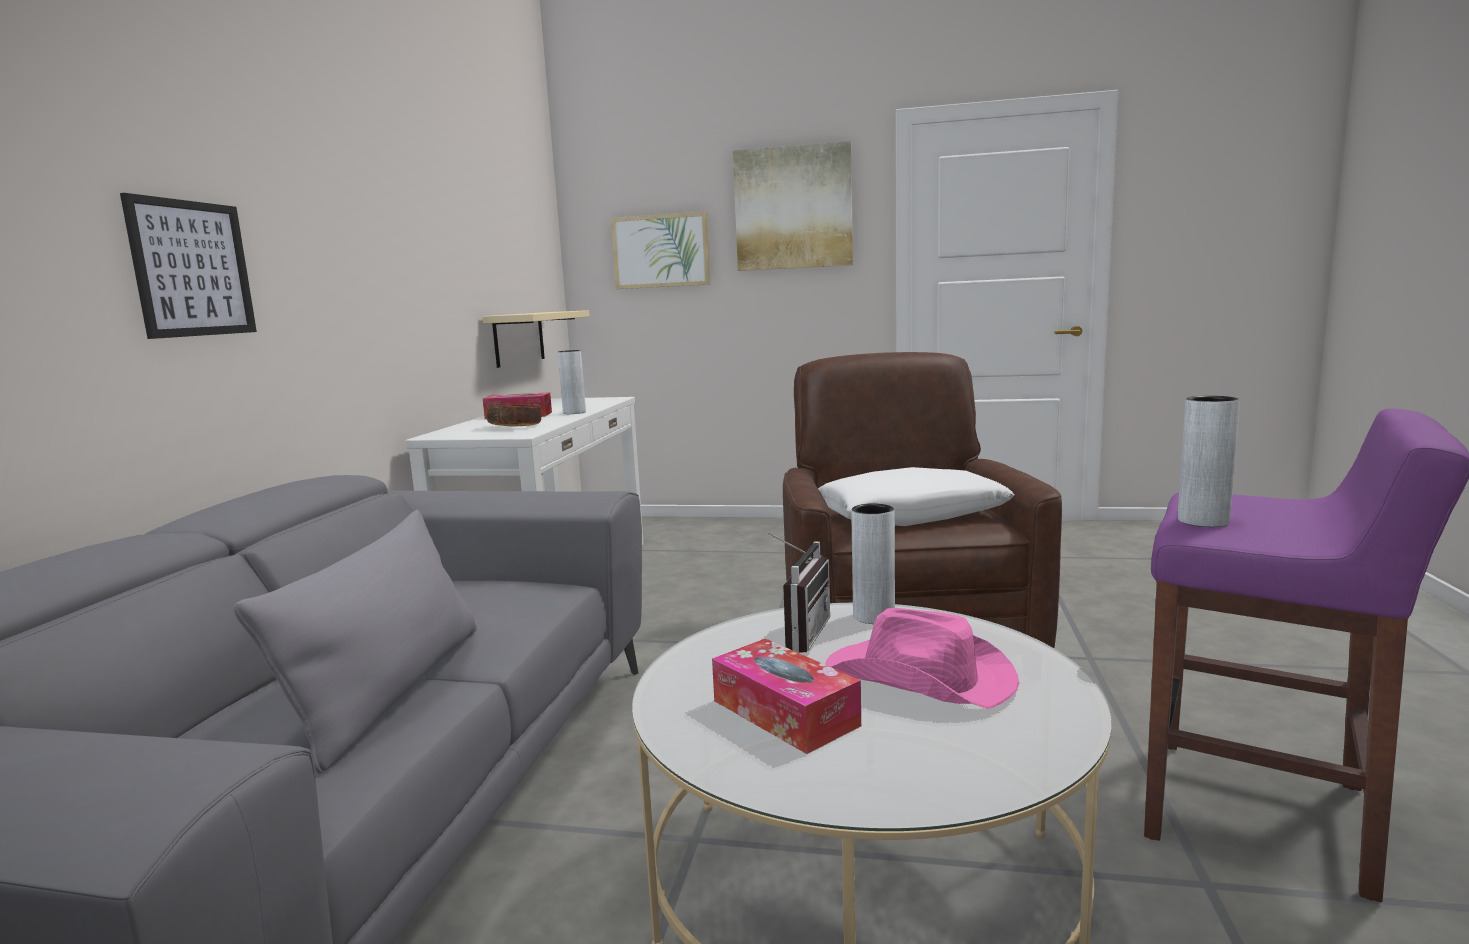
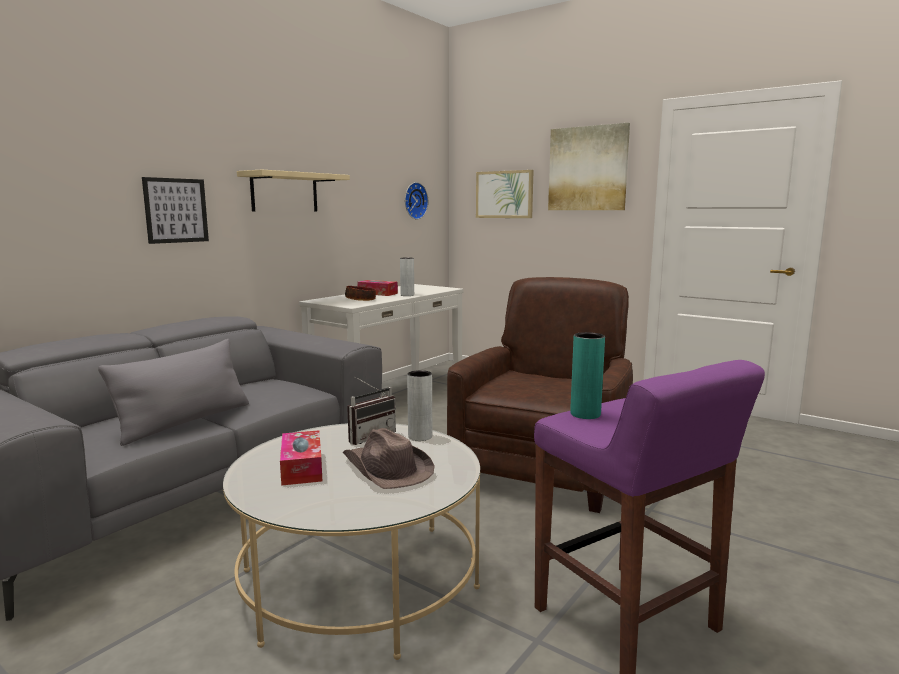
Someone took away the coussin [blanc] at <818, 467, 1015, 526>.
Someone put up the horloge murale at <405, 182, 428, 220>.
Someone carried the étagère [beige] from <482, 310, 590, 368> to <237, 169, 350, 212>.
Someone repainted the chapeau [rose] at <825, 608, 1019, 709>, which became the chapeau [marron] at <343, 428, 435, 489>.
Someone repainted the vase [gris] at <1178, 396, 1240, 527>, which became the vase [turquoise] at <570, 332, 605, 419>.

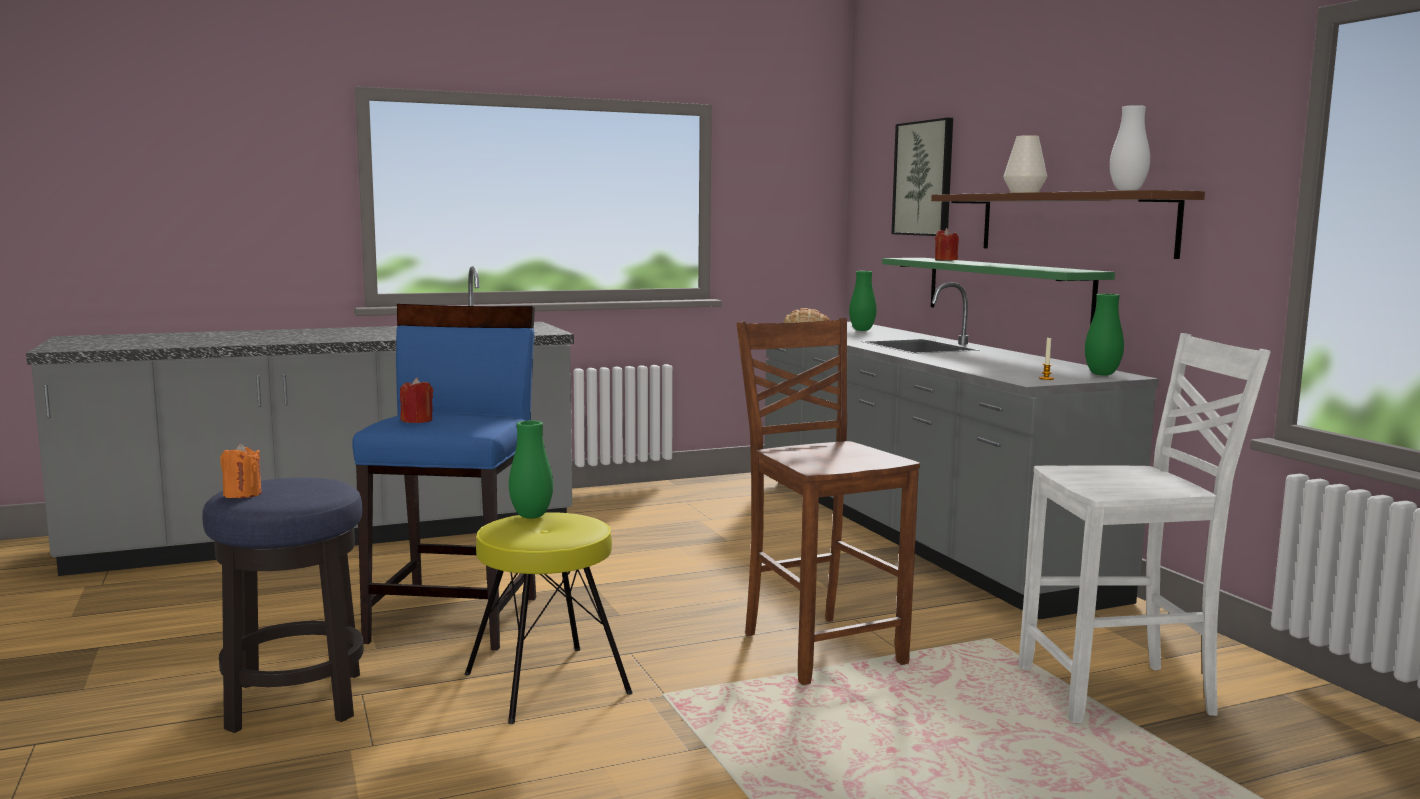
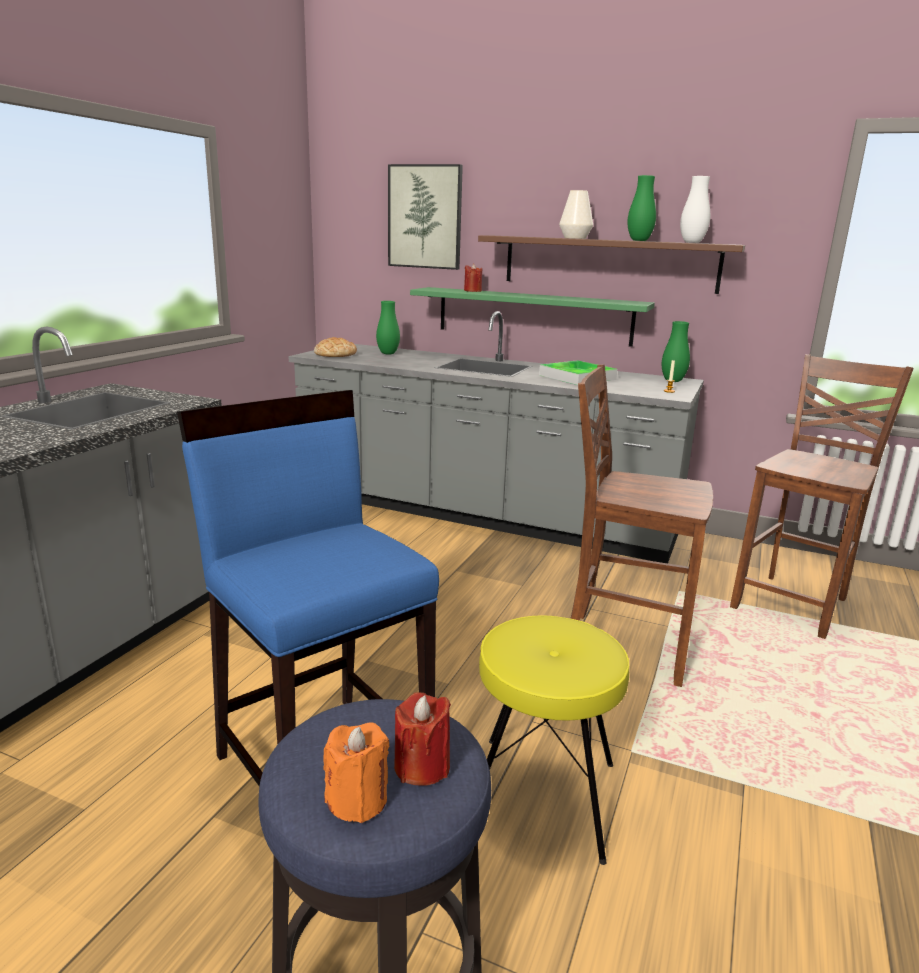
Someone put down the plateau at <539, 360, 617, 385>.
Someone carried the bougie [rouge] from <400, 377, 433, 423> to <394, 692, 451, 786>.
Someone carried the vase [vert] from <509, 421, 553, 519> to <627, 175, 656, 241>.
Someone repainted the chaise [blanc] at <1019, 333, 1270, 723>, which became the chaise [marron] at <730, 354, 914, 639>.

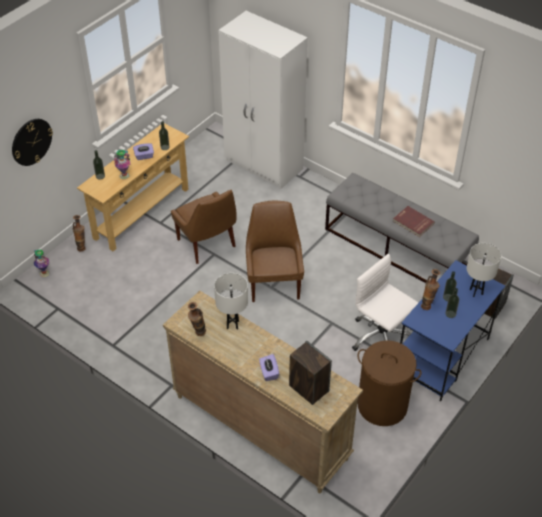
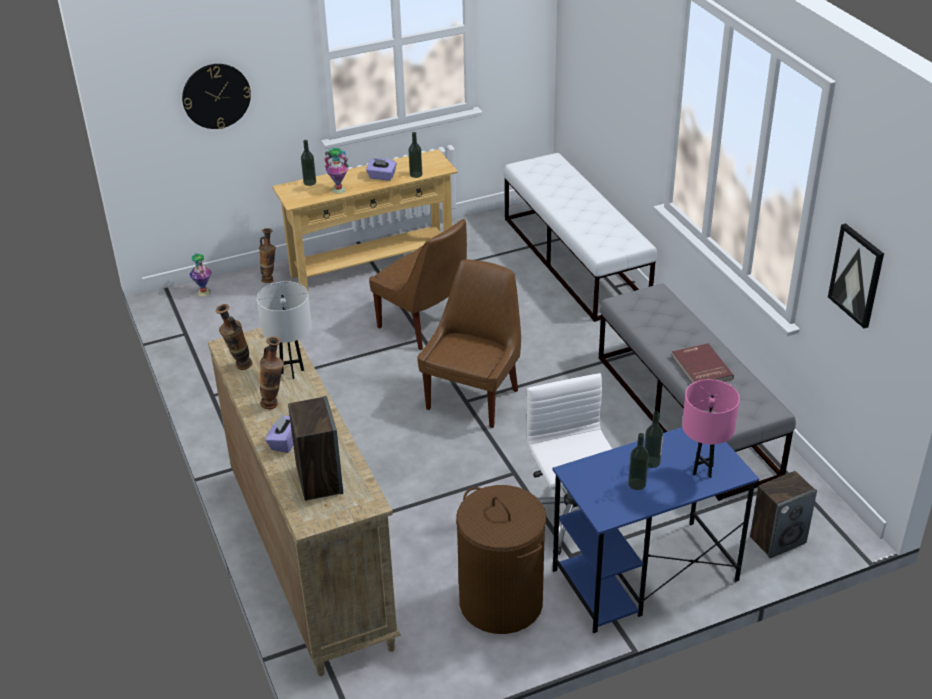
Someone put up the tableau at <828, 223, 884, 328>.
Someone carried the vase from <421, 269, 440, 310> to <260, 337, 284, 409>.
Someone swapped the armoire [blanc] at <218, 11, 308, 189> for the banc [blanc] at <504, 153, 657, 322>.
Someone repainted the lampe de table [blanc] at <467, 243, 501, 297>, which became the lampe de table [rose] at <682, 379, 740, 478>.
Someone rotated the chaise [marron] at <171, 190, 237, 264> by 45 degrees counterclockwise.

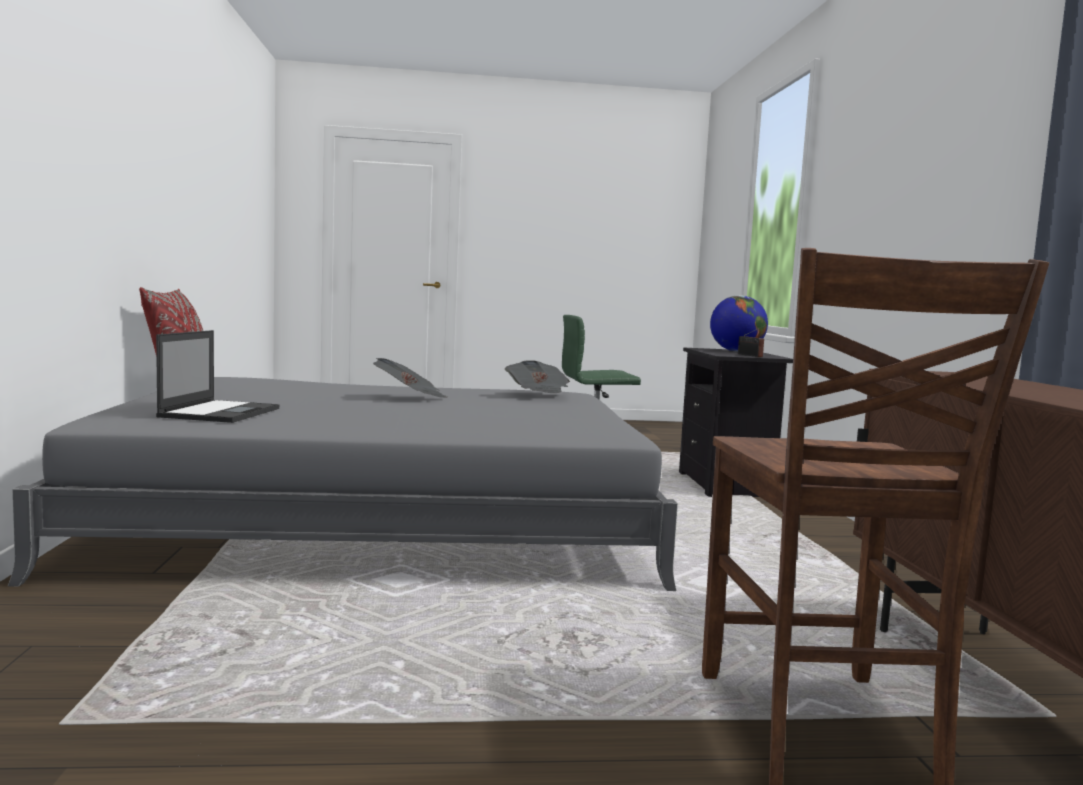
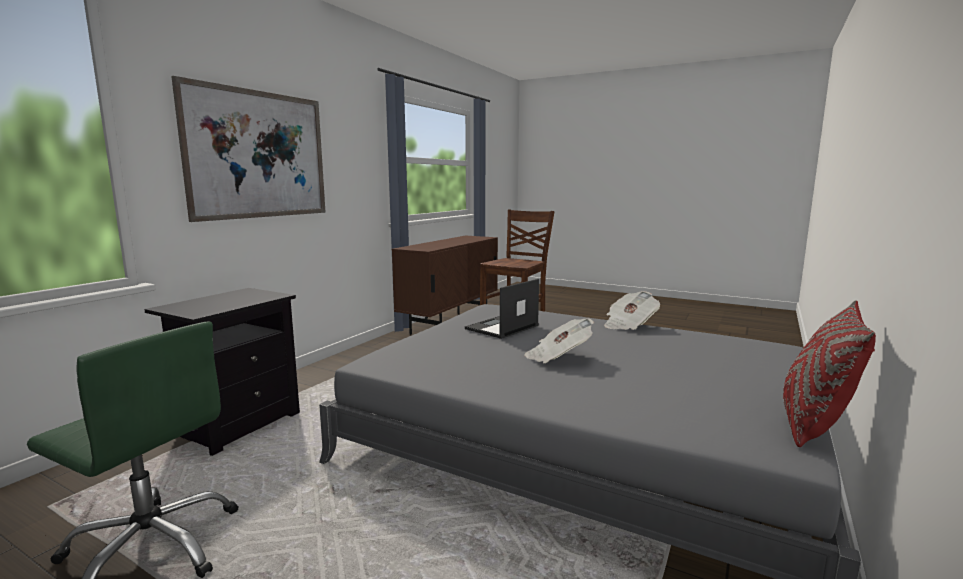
Someone took away the globe at <710, 295, 768, 352>.
Someone took away the radio at <738, 325, 766, 357>.
Someone put up the tableau at <171, 76, 326, 222>.
Someone carried the ordinateur portable from <156, 330, 279, 423> to <465, 279, 539, 339>.
Someone carried the journal from <505, 360, 570, 393> to <604, 291, 660, 330>.

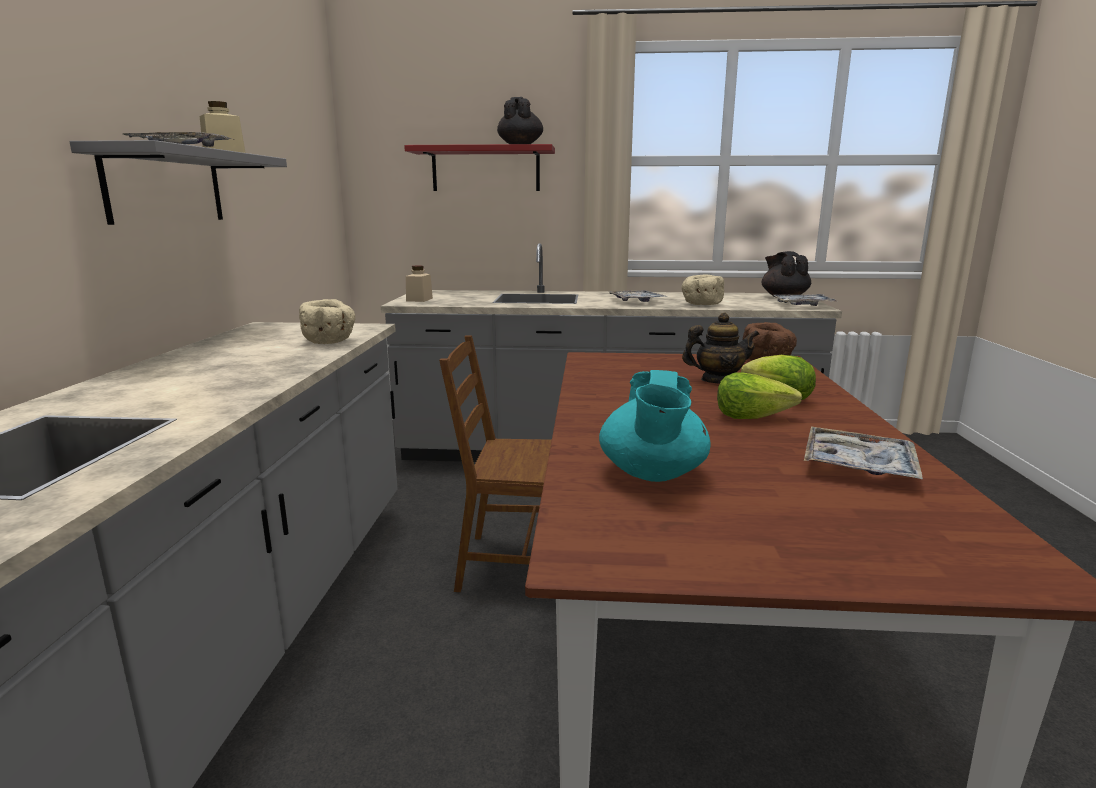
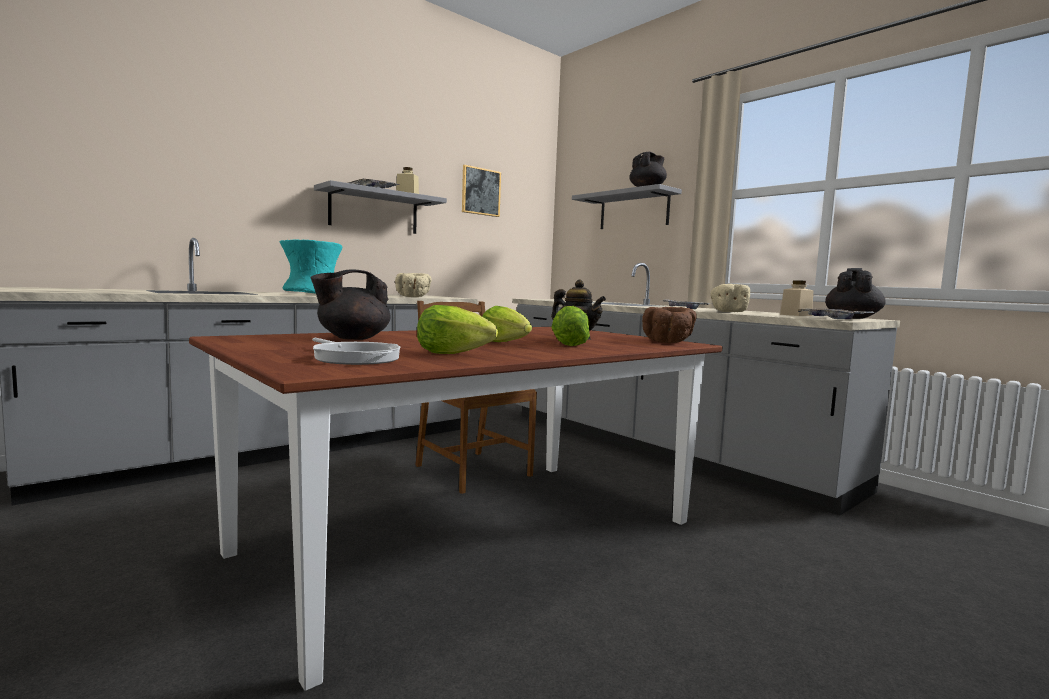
Someone put down the vase [turquoise] at <280, 239, 342, 293>.
Someone put down the poêle at <312, 338, 401, 365>.
Someone put up the tableau at <462, 165, 501, 217>.
Someone carried the bocal [beige] from <406, 265, 433, 302> to <780, 280, 813, 316>.
Someone swapped the plateau at <804, 426, 923, 479> for the laitue at <417, 305, 498, 354>.
Someone repainted the étagère [rouge] at <404, 144, 555, 191>, which became the étagère [gris] at <572, 184, 682, 229>.
Someone repainted the théière [turquoise] at <599, 370, 711, 482>, which became the théière [noir] at <311, 270, 391, 340>.

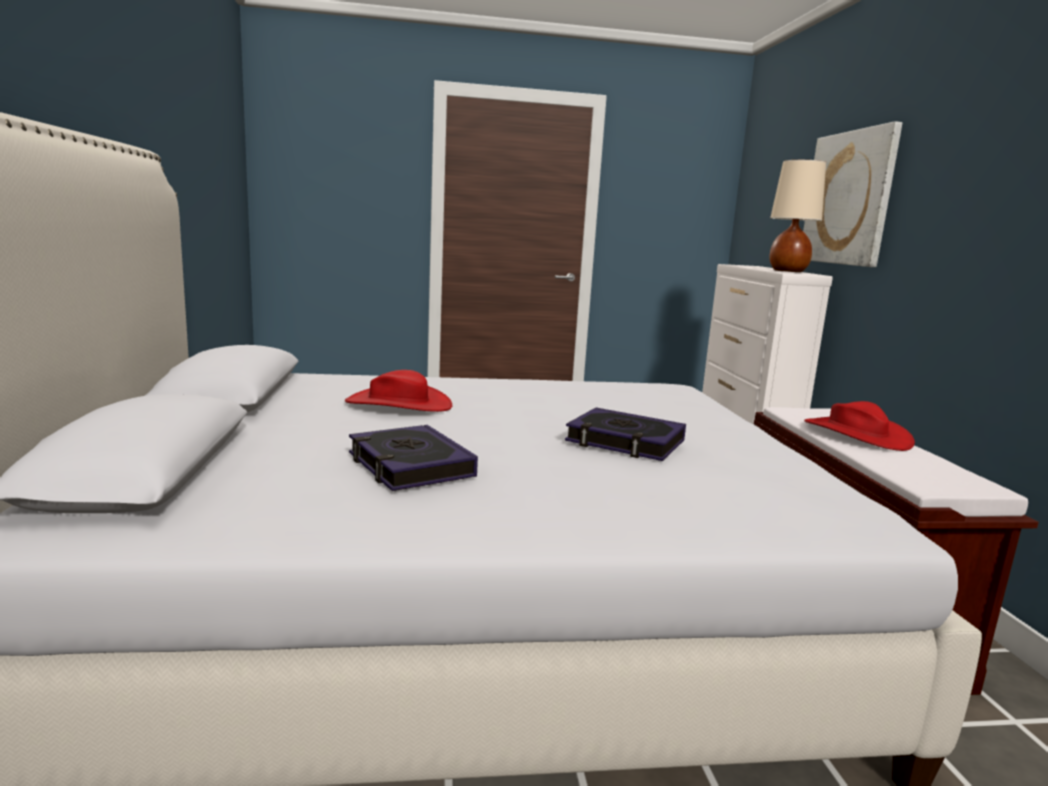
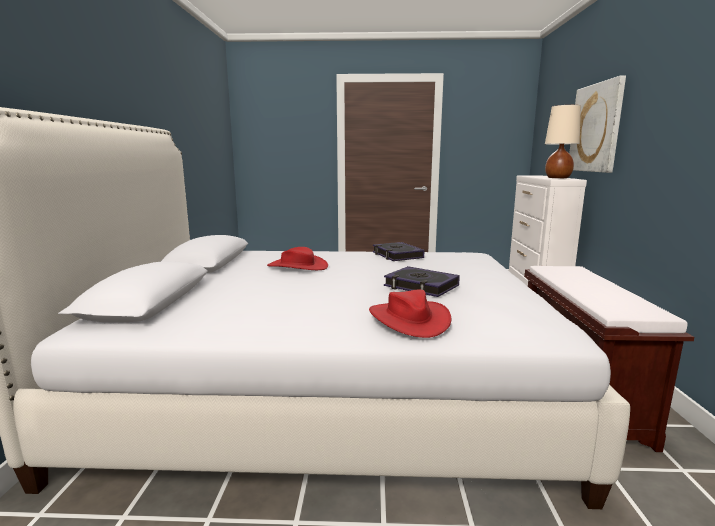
Someone carried the livre from <349, 425, 478, 491> to <373, 242, 424, 261>.
Someone carried the chapeau [rouge] from <804, 401, 915, 451> to <369, 289, 451, 338>.

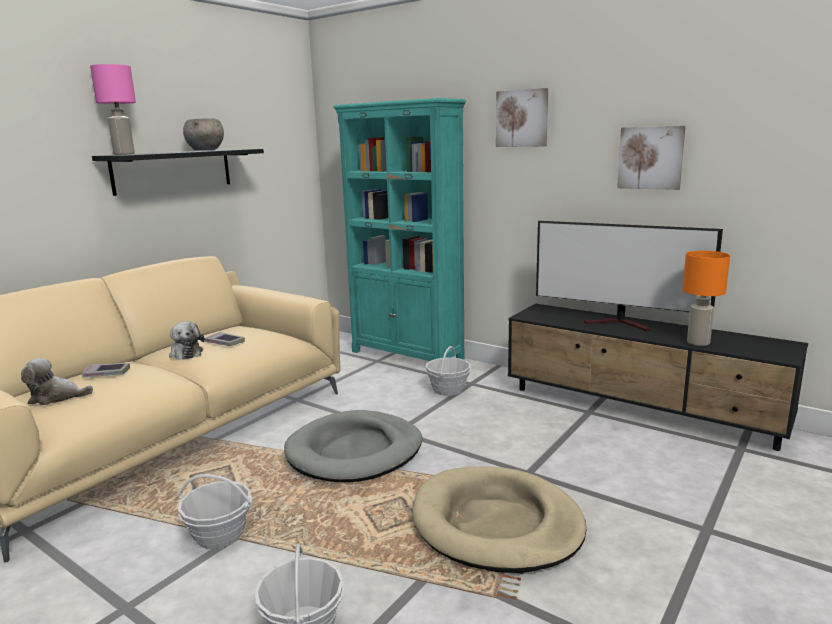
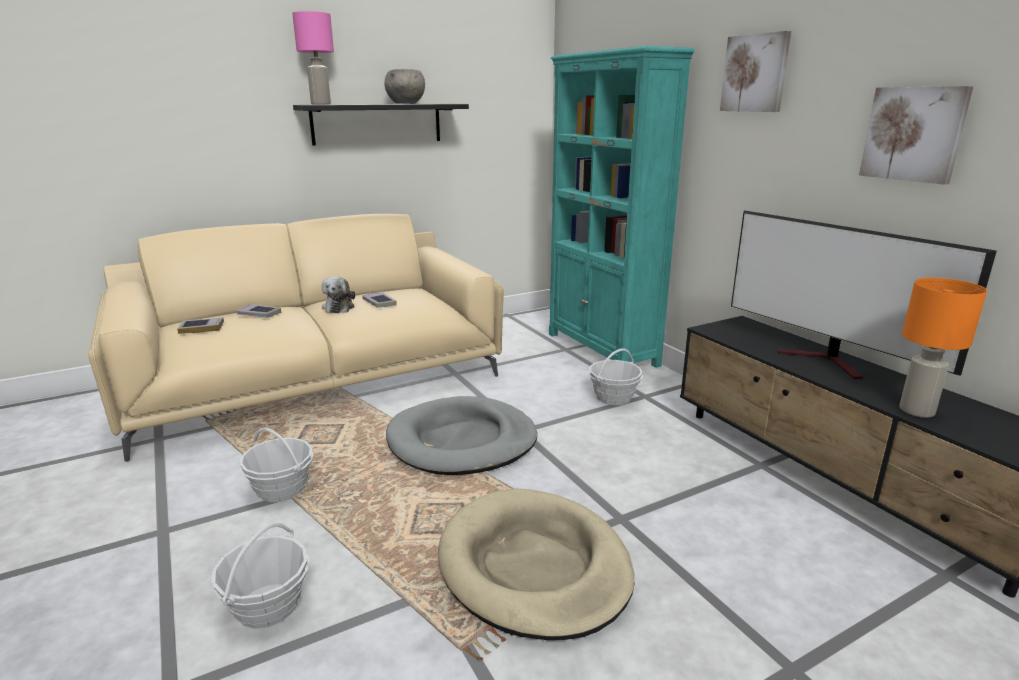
Someone swapped the peluche at <21, 358, 93, 405> for the livre at <177, 318, 224, 334>.

